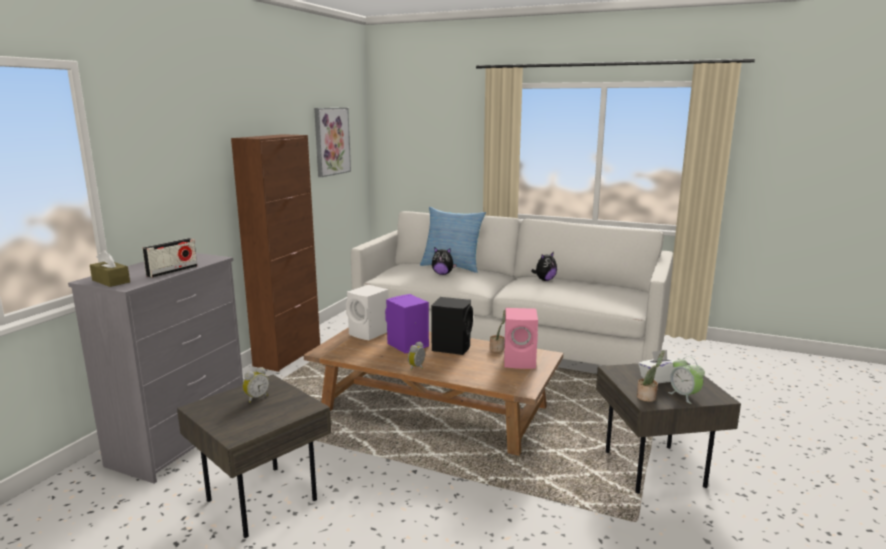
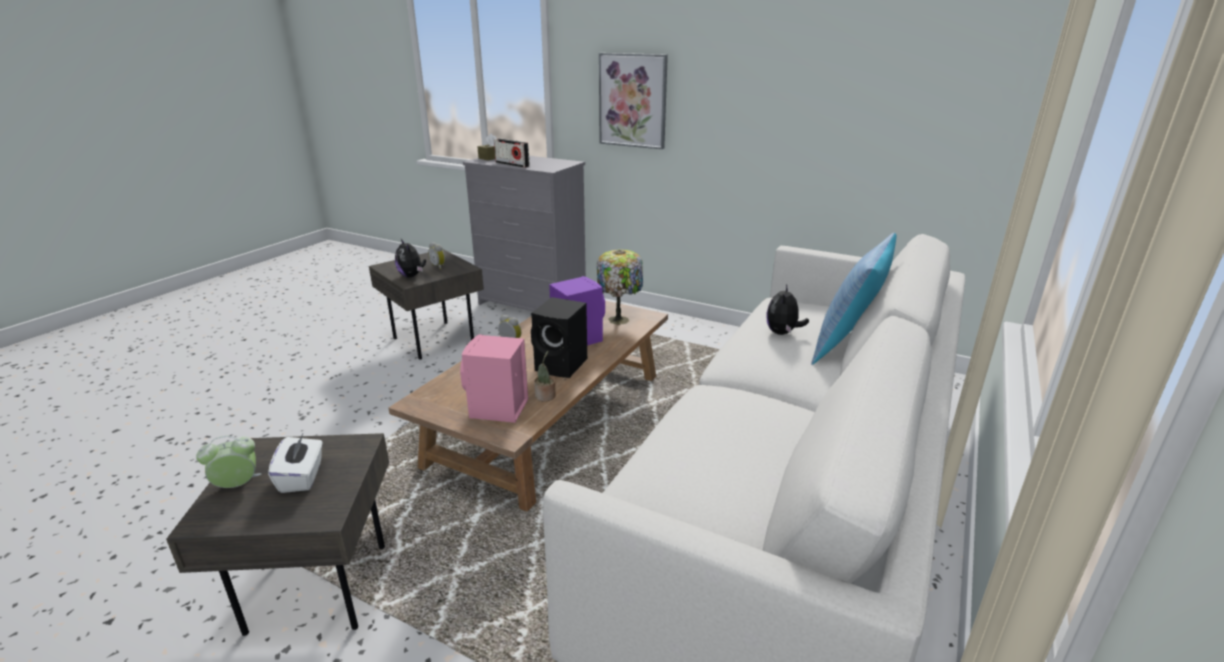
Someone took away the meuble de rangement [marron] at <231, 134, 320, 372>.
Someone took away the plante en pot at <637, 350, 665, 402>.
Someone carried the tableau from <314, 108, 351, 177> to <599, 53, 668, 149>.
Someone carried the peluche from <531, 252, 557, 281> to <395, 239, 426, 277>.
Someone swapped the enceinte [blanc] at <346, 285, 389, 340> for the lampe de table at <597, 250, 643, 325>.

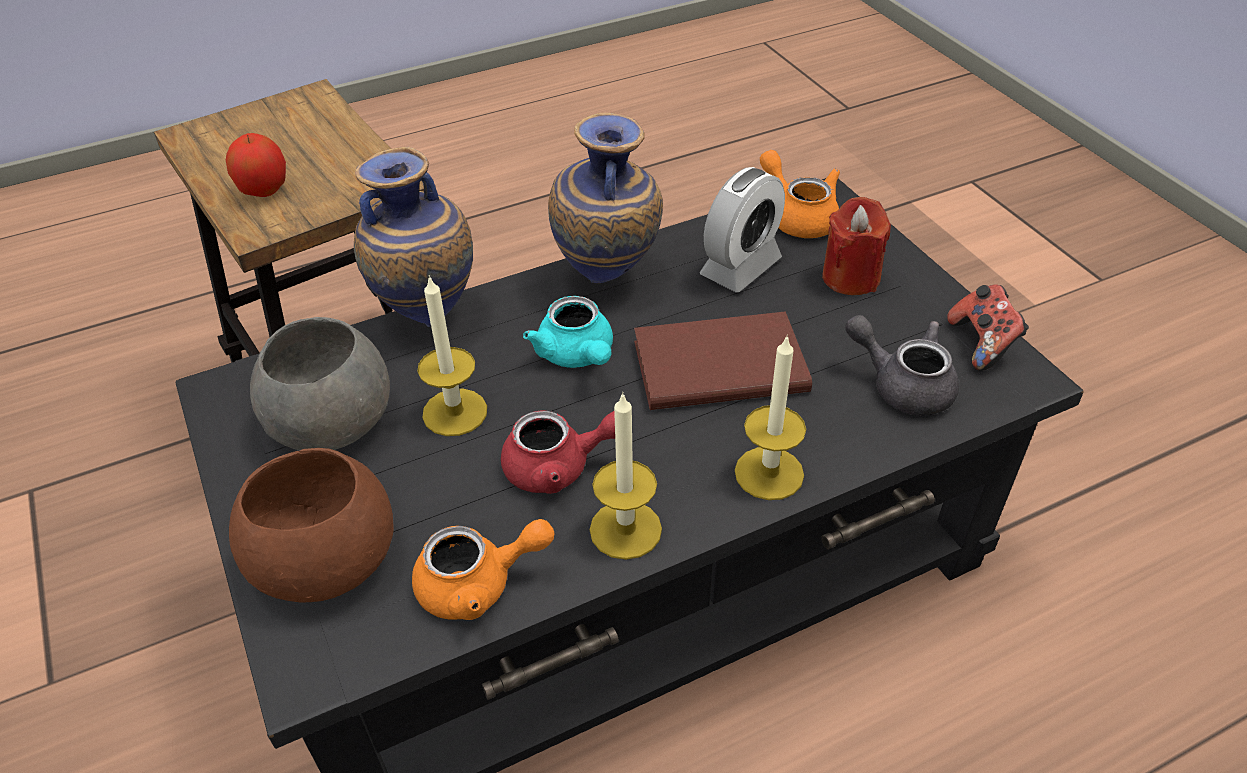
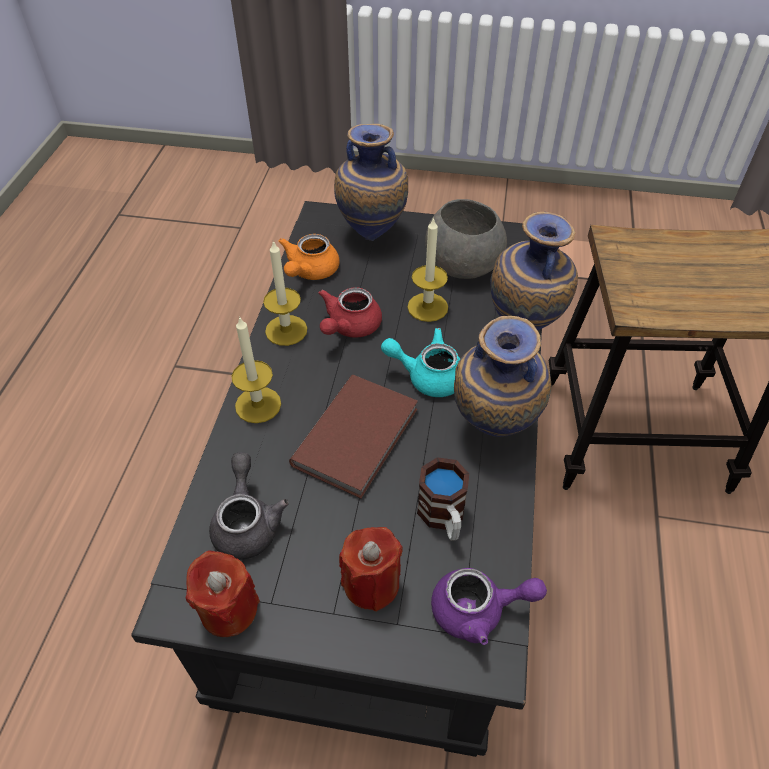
Someone took away the pomme at <226, 133, 286, 197>.
Someone swapped the bol [marron] at <229, 448, 394, 602> for the vase at <334, 124, 408, 241>.
Someone swapped the réveil at <700, 167, 785, 292> for the mug at <417, 457, 469, 541>.
Someone swapped the manette at <947, 284, 1029, 371> for the bougie [rouge] at <186, 550, 260, 637>.
Someone repainted the théière [orange] at <760, 150, 840, 238>, which became the théière [violet] at <431, 568, 547, 645>.
Someone rotated the théière [gris] at <845, 315, 959, 415> by 75 degrees counterclockwise.

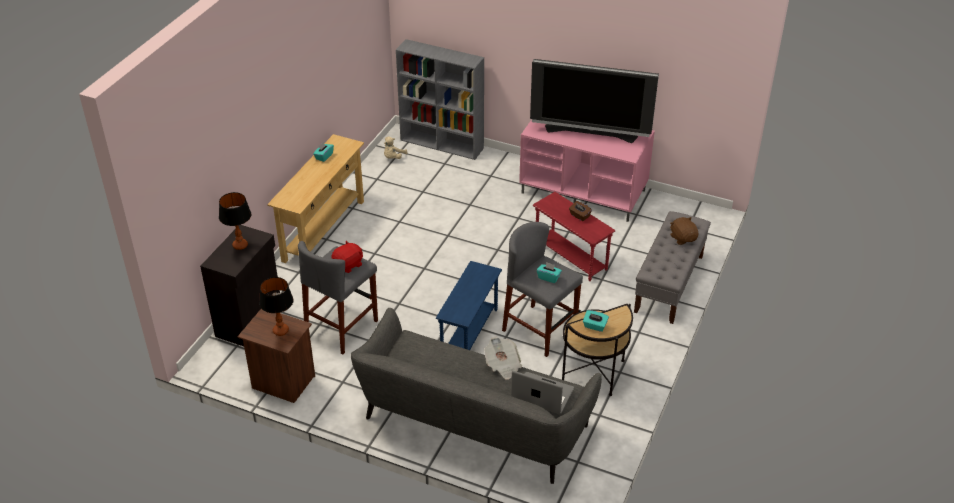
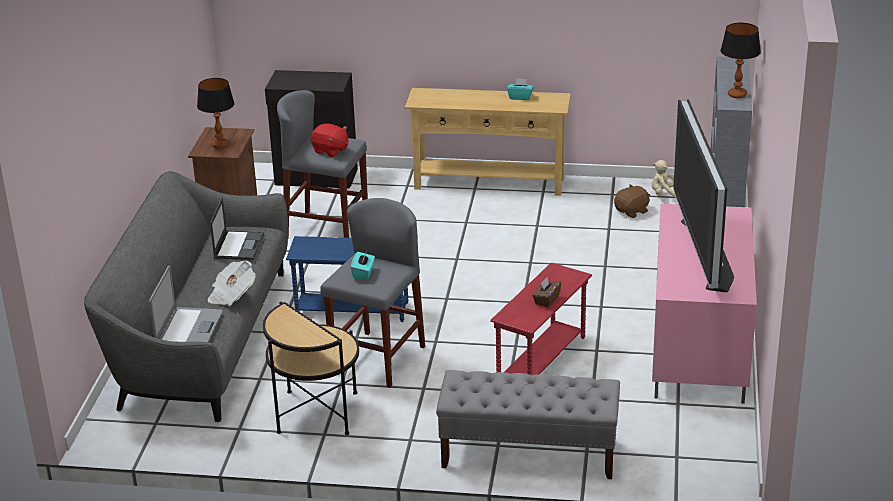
Someone took away the boîte à mouchoirs [turquoise] at <583, 310, 609, 332>.
Someone put down the ordinateur portable at <210, 197, 264, 260>.
Someone carried the lampe de table from <219, 192, 251, 250> to <720, 23, 761, 98>.
Someone carried the peluche [marron] from <670, 217, 698, 245> to <614, 184, 651, 218>.

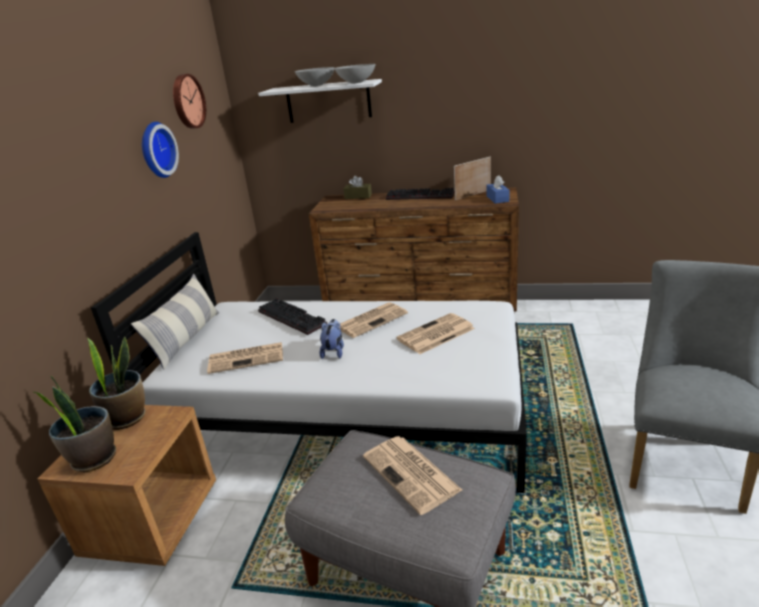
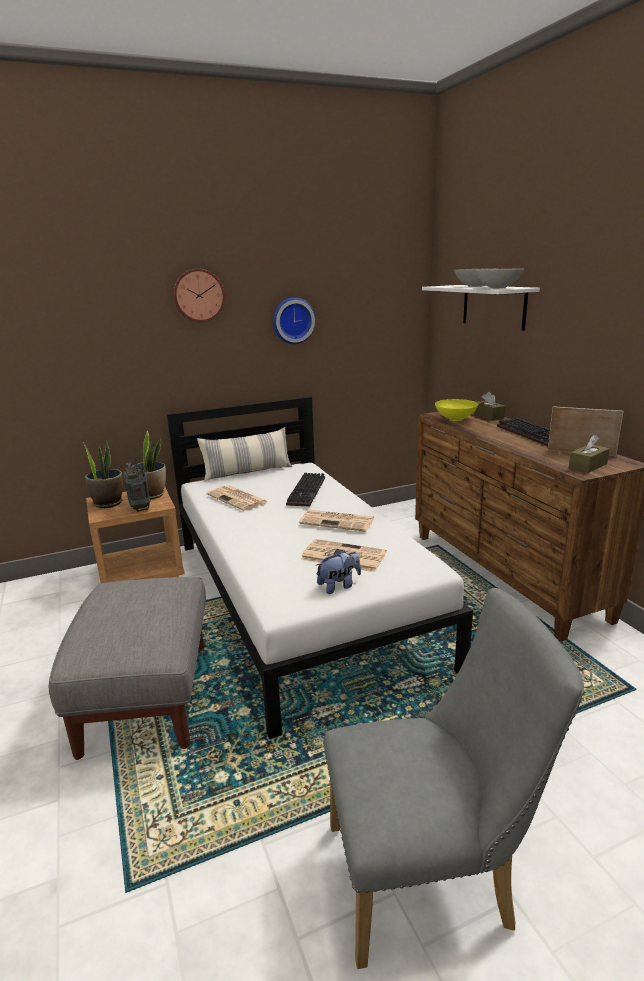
Someone took away the journal at <363, 436, 462, 515>.
Someone put down the radio at <123, 449, 151, 512>.
Someone put down the bol [jaune] at <435, 399, 478, 421>.
Someone carried the horloge murale from <173, 74, 206, 129> to <173, 269, 225, 322>.
Someone carried the peluche from <319, 319, 344, 359> to <315, 549, 361, 594>.
Someone repainted the boîte à mouchoirs [bleu] at <486, 176, 509, 204>, which became the boîte à mouchoirs [marron] at <569, 435, 610, 473>.

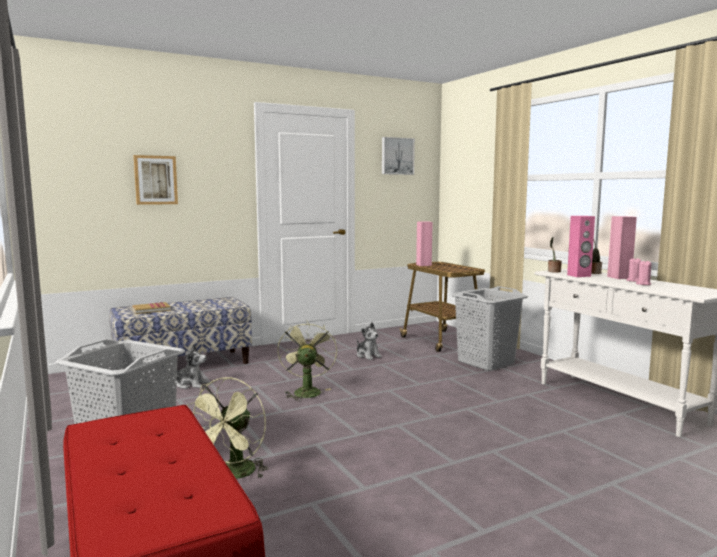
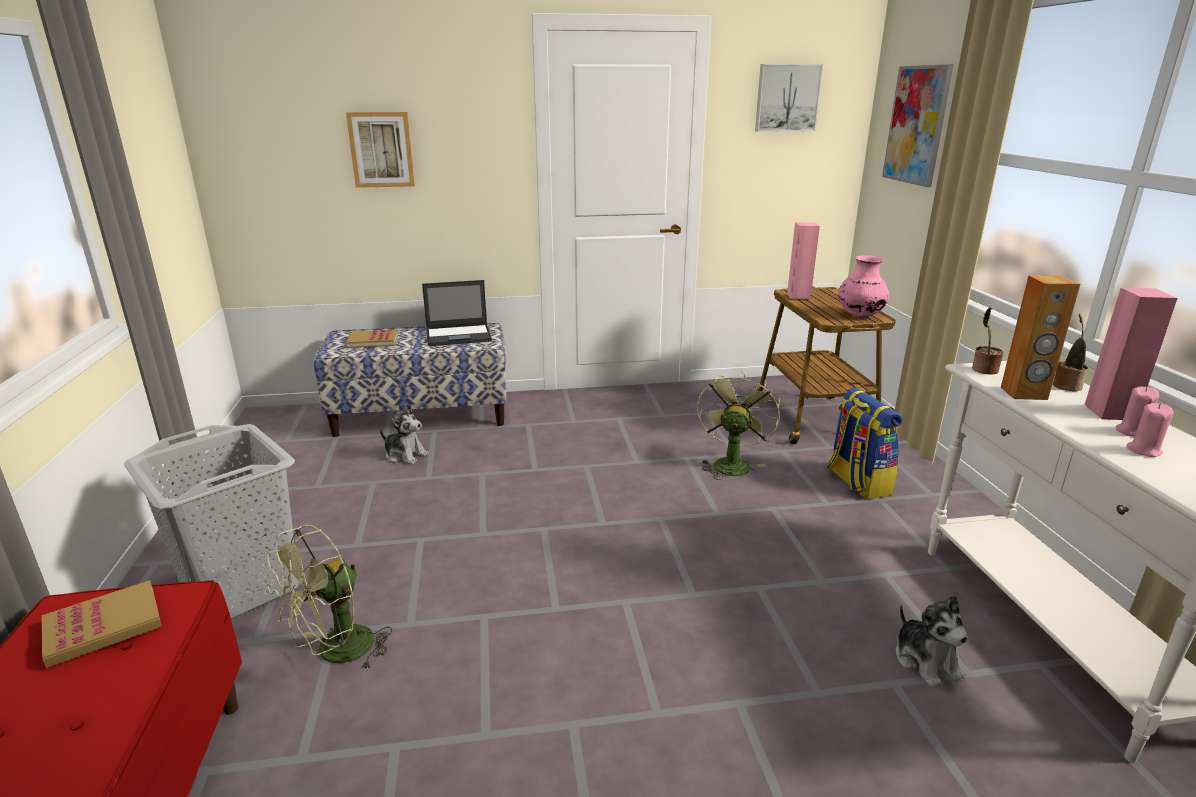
Someone put down the livre at <42, 580, 162, 668>.
Someone put down the ordinateur portable at <422, 280, 492, 346>.
Someone put down the vase [rose] at <838, 255, 889, 317>.
Someone put up the tableau at <882, 64, 954, 187>.
Someone carried the ventilateur [vert] from <278, 320, 337, 401> to <697, 371, 780, 480>.
Someone carried the peluche from <357, 322, 382, 360> to <896, 595, 969, 688>.
Someone swapped the panier à linge [gris] at <450, 286, 528, 371> for the sac à dos at <827, 387, 902, 499>.
Someone repainted the enceinte [rose] at <567, 216, 595, 277>, which became the enceinte [marron] at <1001, 275, 1080, 400>.

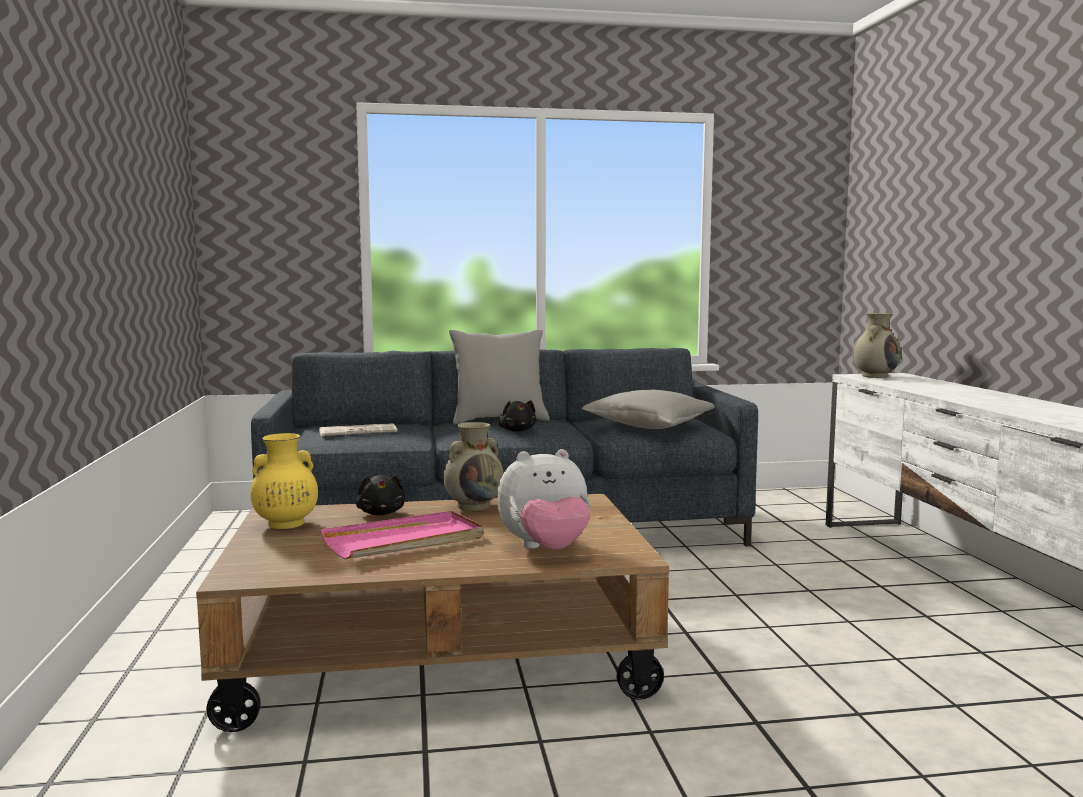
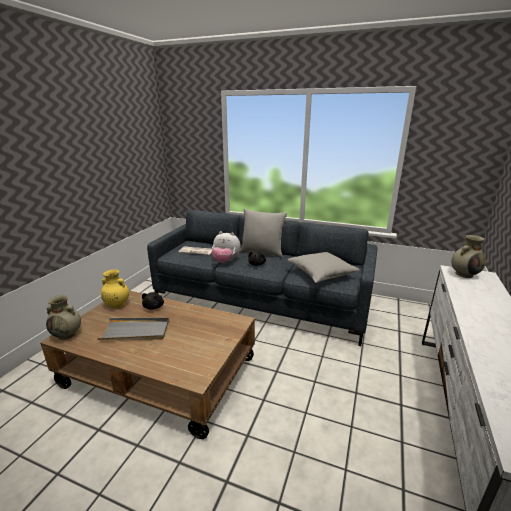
Someone carried the vase [beige] from <444, 422, 503, 511> to <46, 295, 81, 340>.
Someone carried the peluche from <497, 449, 591, 550> to <211, 232, 241, 263>.
Someone repainted the plateau [rose] at <321, 511, 484, 559>, which became the plateau [gris] at <97, 318, 169, 340>.

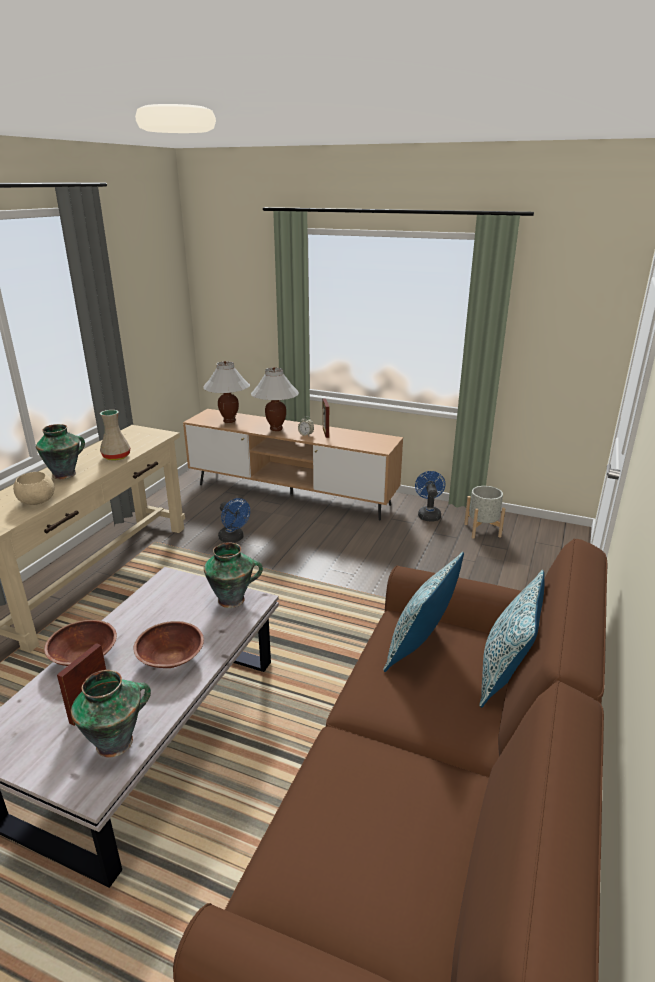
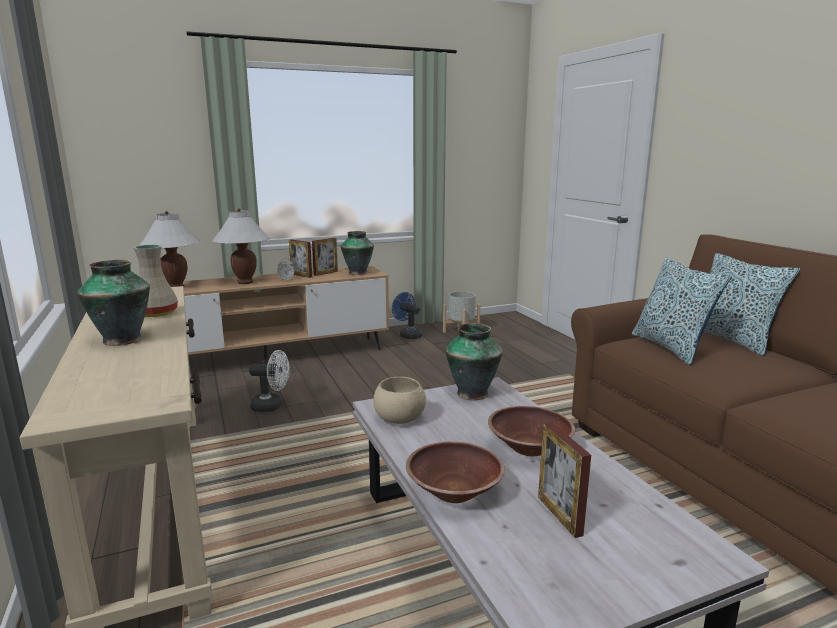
Someone put down the cadre photo at <312, 238, 338, 276>.
Someone carried the bol [beige] from <13, 472, 54, 505> to <373, 377, 426, 424>.
Someone carried the vase from <71, 670, 151, 758> to <341, 231, 374, 275>.
Someone repainted the ventilateur [bleu] at <218, 498, 250, 543>, which became the ventilateur [blanc] at <249, 350, 290, 412>.

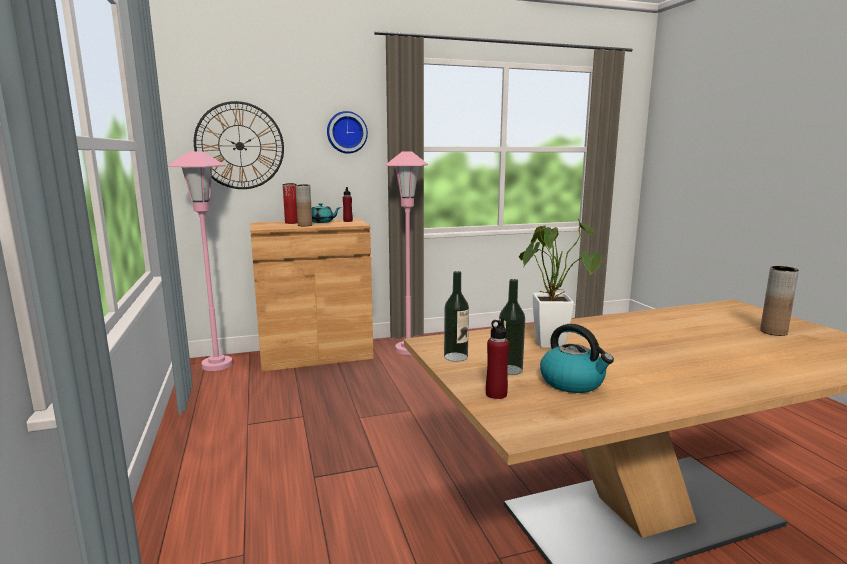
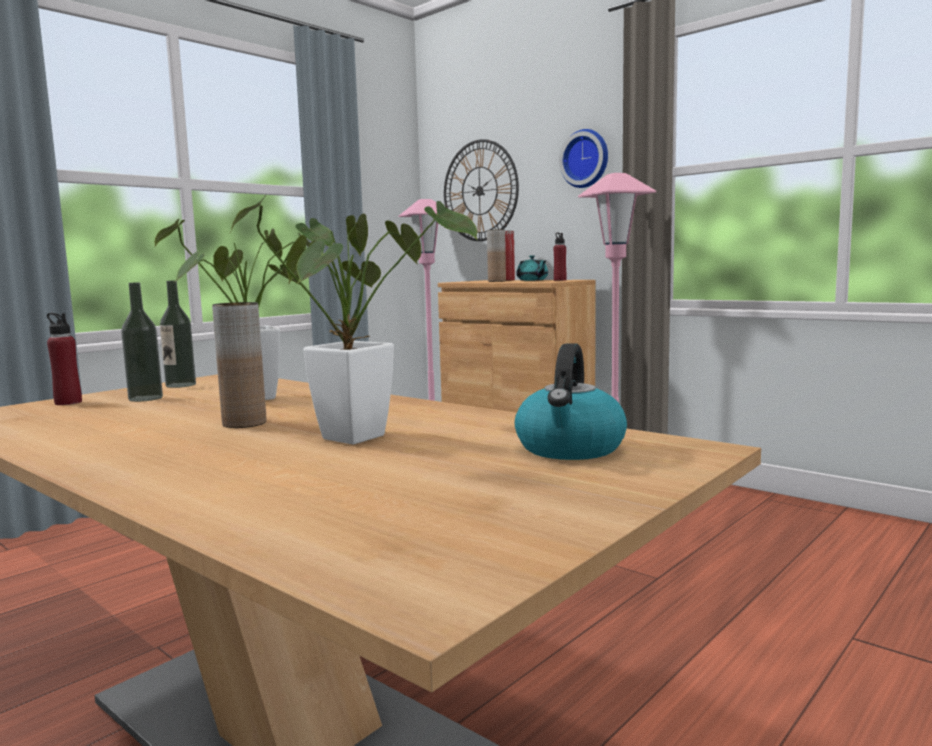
Someone put down the plante en pot at <231, 195, 477, 445>.
Someone carried the bouilloire from <540, 324, 614, 393> to <514, 343, 627, 460>.
Someone carried the vase [marron] from <760, 266, 799, 336> to <212, 302, 266, 428>.

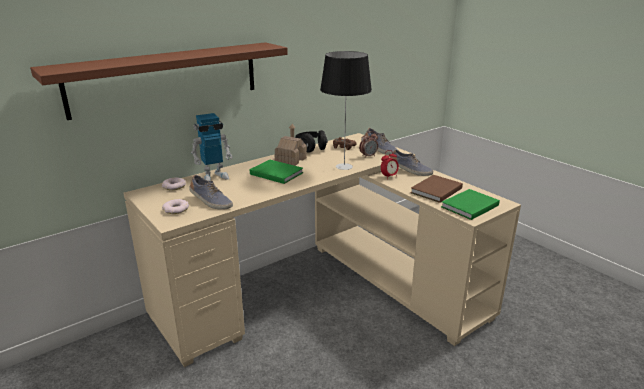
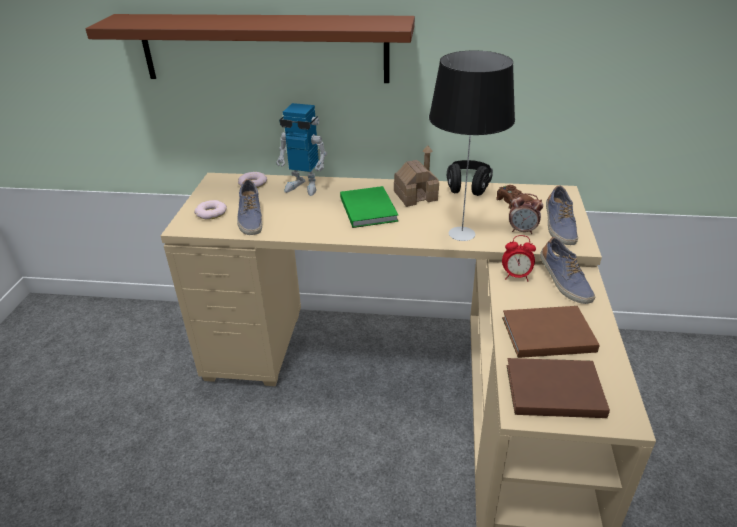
Someone repainted the livre [vert] at <441, 189, 500, 220>, which became the livre [marron] at <507, 358, 610, 418>.

